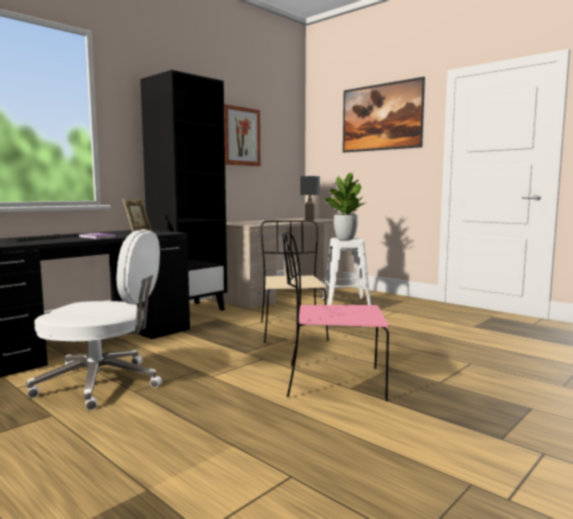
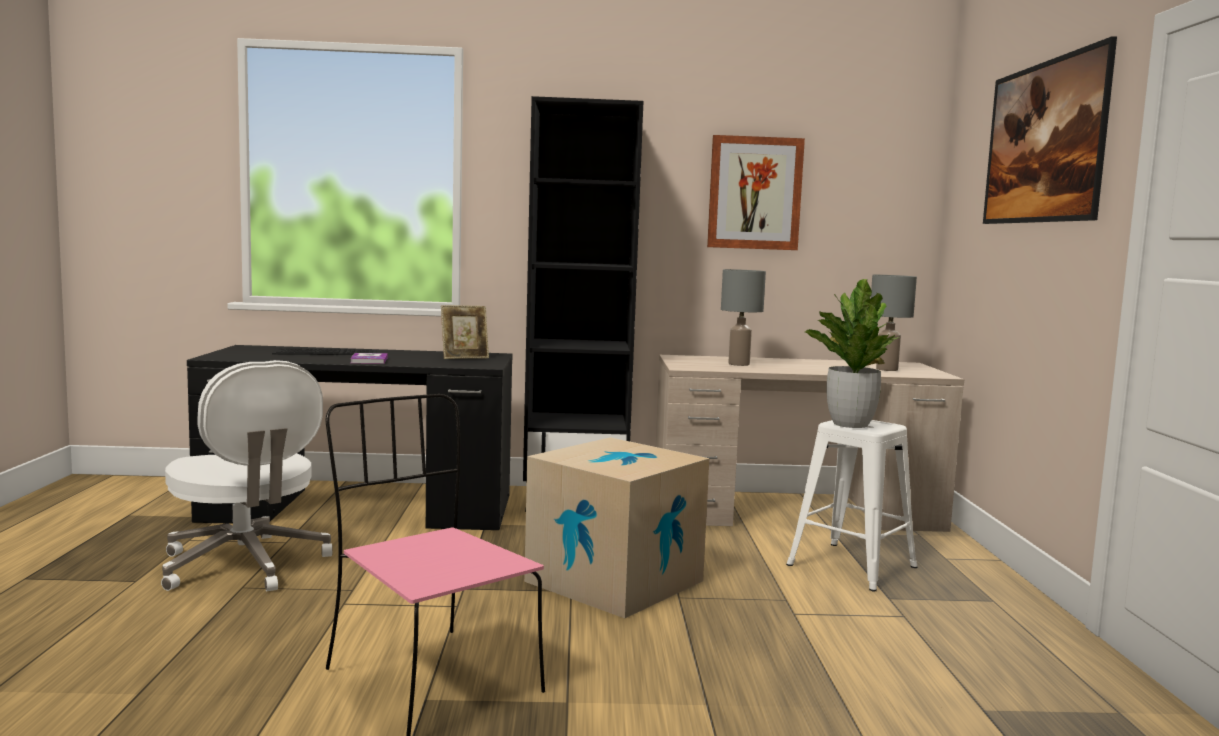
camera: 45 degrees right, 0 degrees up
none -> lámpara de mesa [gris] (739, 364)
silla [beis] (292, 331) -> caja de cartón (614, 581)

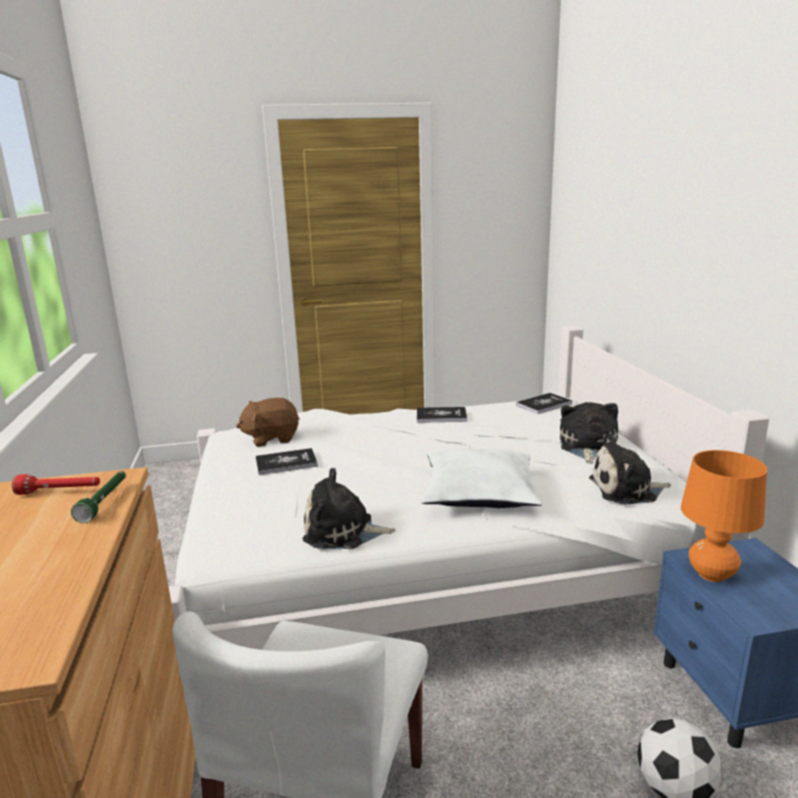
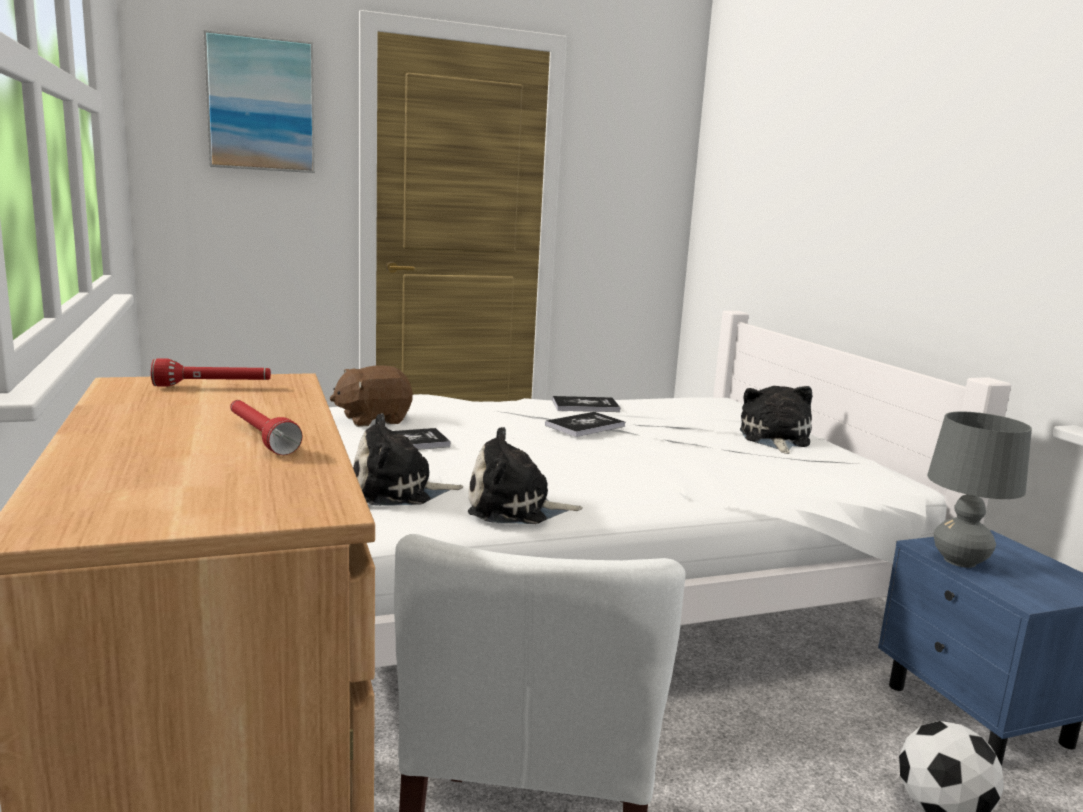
camera: 10 degrees left, 5 degrees down
linterna [verde] (105, 502) -> none
cojín [blanco] (479, 493) -> none
none -> cuadro (261, 104)
none -> linterna [rojo] (260, 437)
libro (544, 404) -> libro (585, 426), moved
peluche (627, 490) -> peluche (398, 491), moved
lámpara de mesa [naranja] (711, 574) -> lámpara de mesa [gris] (960, 561)

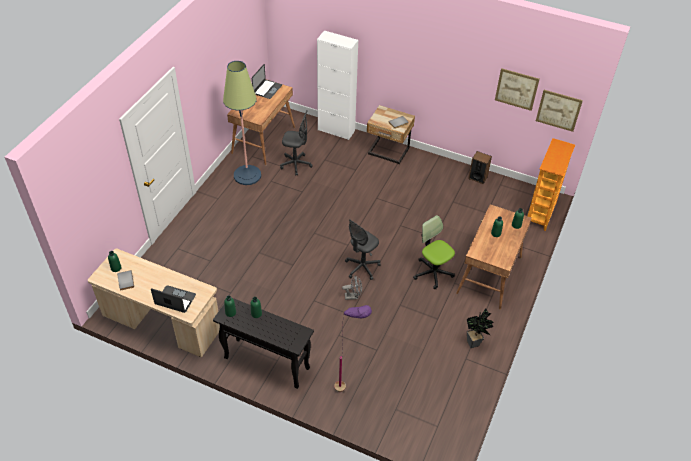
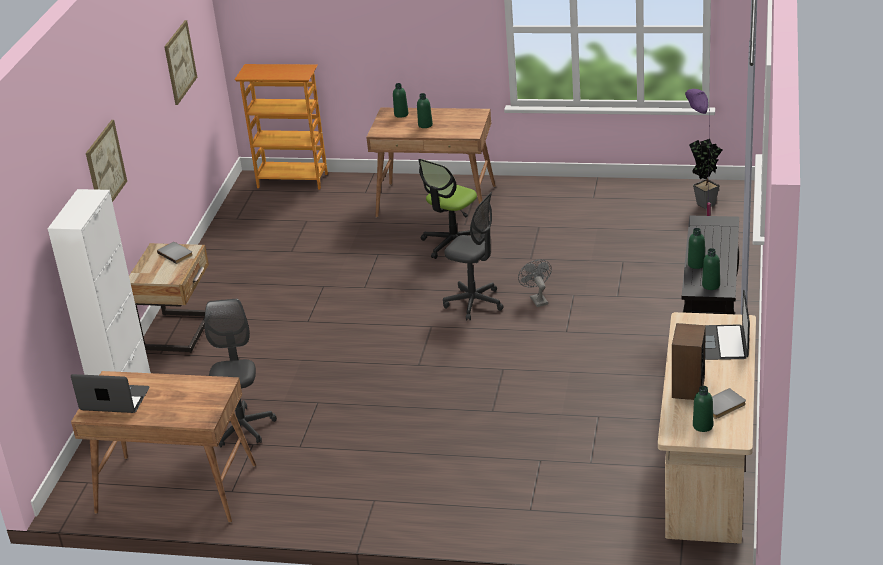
camera: 100 degrees left, 15 degrees down
lámpara de pie (247, 175) -> none
planta en maceta (475, 343) -> planta en maceta (705, 202), moved
altavoz (478, 177) -> altavoz (688, 388), moved
cuadro (558, 110) -> cuadro (105, 167), moved

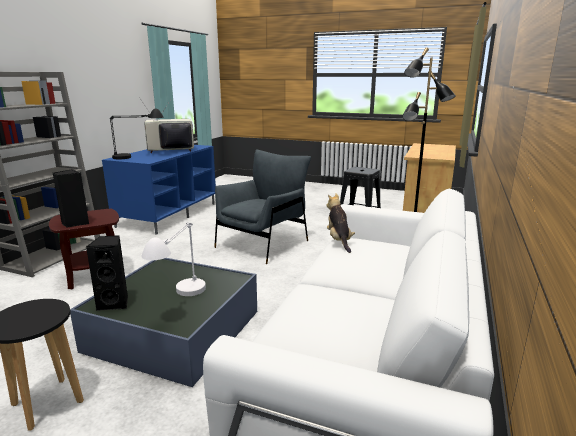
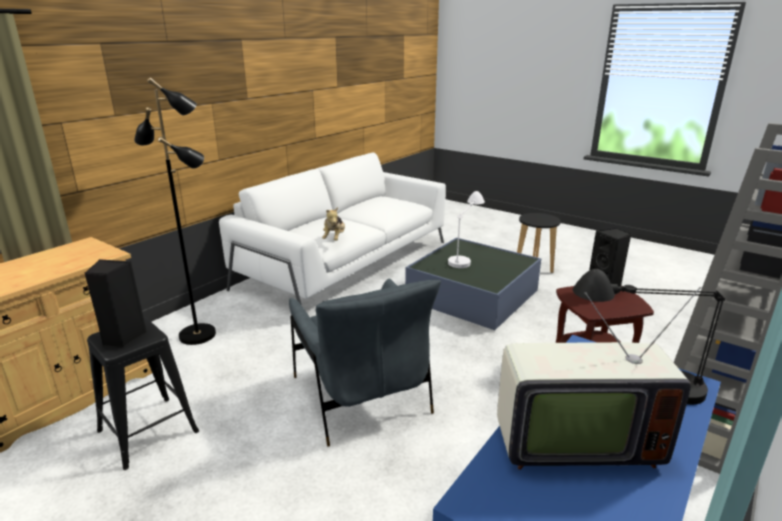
camera: 165 degrees left, 5 degrees up
altavoz [negro] (115, 303) -> altavoz [negro] (122, 338), moved
sillón [gris] (263, 244) -> sillón [gris] (361, 396), 75 degrees counterclockwise

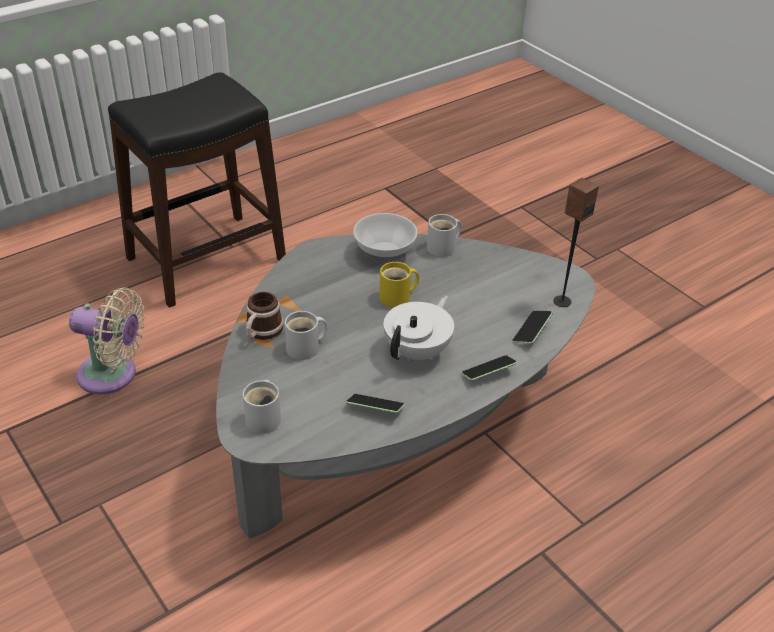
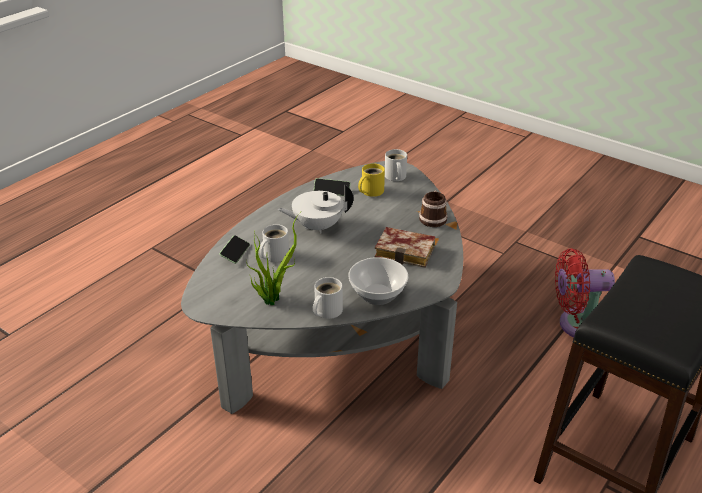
camera: 165 degrees right, 5 degrees down
móvil (488, 373) -> none
altavoz (562, 301) -> none
none -> planta en maceta (271, 298)
none -> libro (407, 251)
taza grande [blanco] (306, 348) -> taza grande [blanco] (274, 255), moved
taza grande [amarillo] (398, 297) -> taza grande [amarillo] (370, 191), moved
ventilador [beis] (113, 375) -> ventilador [rojo] (577, 324)
tetera [blanco] (418, 351) -> tetera [blanco] (317, 226), 60 degrees clockwise

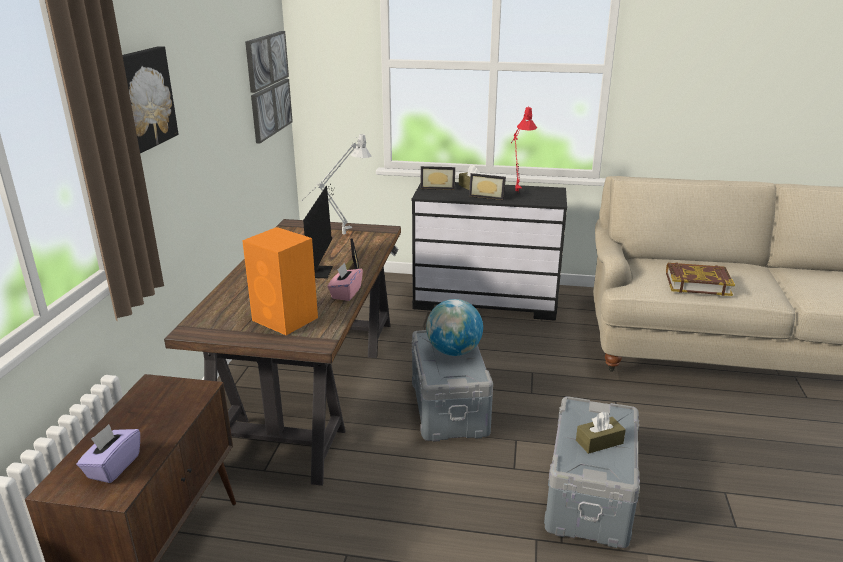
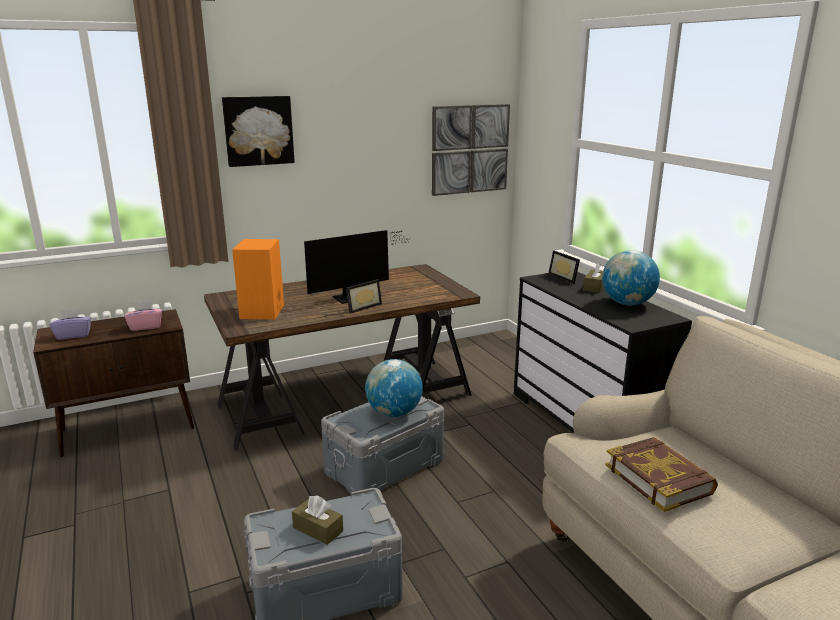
camera: 55 degrees right, 5 degrees down
lámpara de mesa [gris] (339, 236) -> none
portarretratos (487, 196) -> none
caja de pañuelos [rosa] (345, 293) -> caja de pañuelos [rosa] (146, 326), moved
lámpara de mesa [rojo] (515, 190) -> globo terráqueo (627, 303)

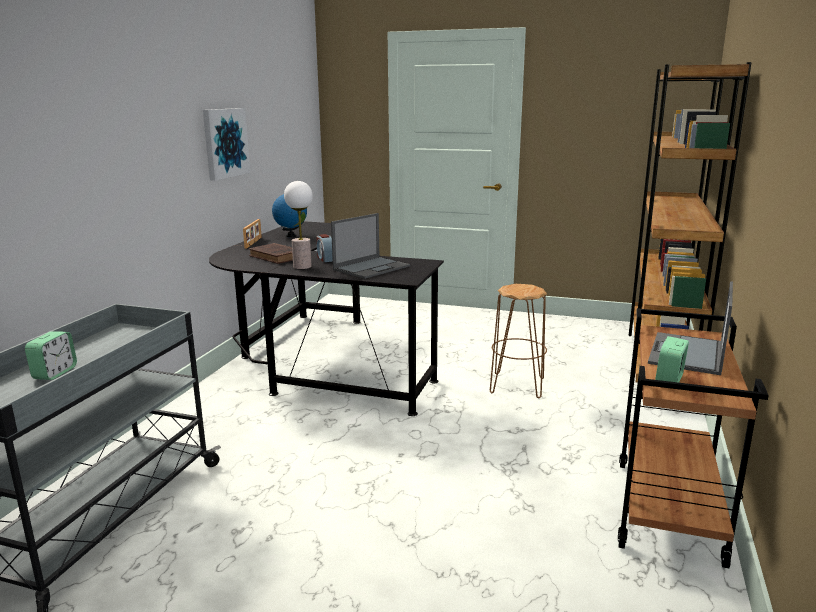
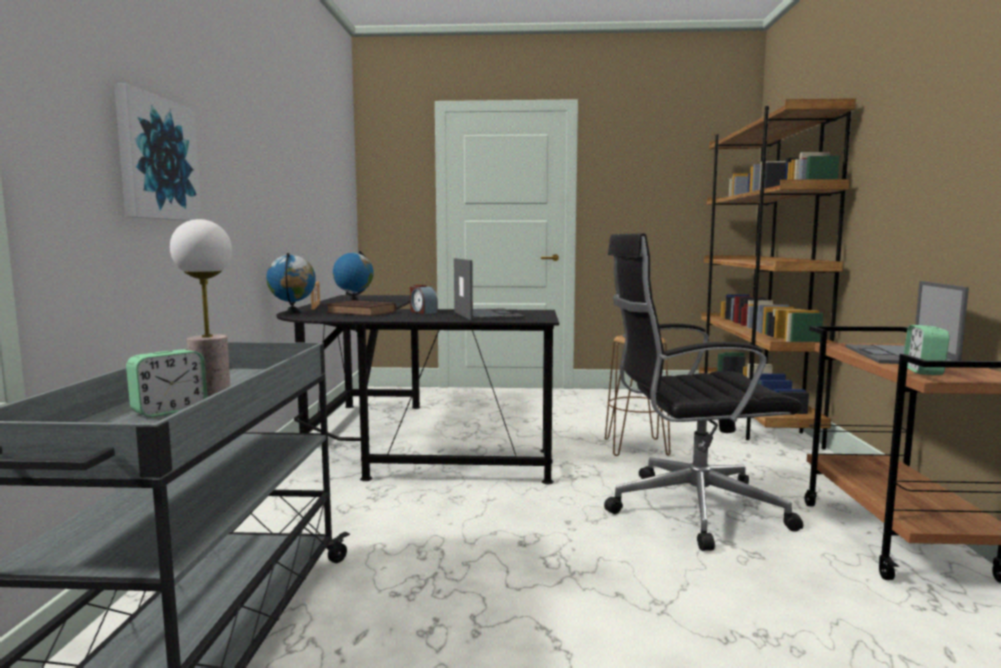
camera: 15 degrees left, 10 degrees down
none -> globo terráqueo (293, 313)
none -> silla de oficina [negro] (690, 509)
cuadro (225, 143) -> cuadro (157, 159), moved
lámpara de mesa (302, 267) -> lámpara de mesa (211, 392), moved
despertador (55, 373) -> despertador (169, 410), 45 degrees clockwise
portátil (372, 268) -> portátil (487, 315), 45 degrees counterclockwise

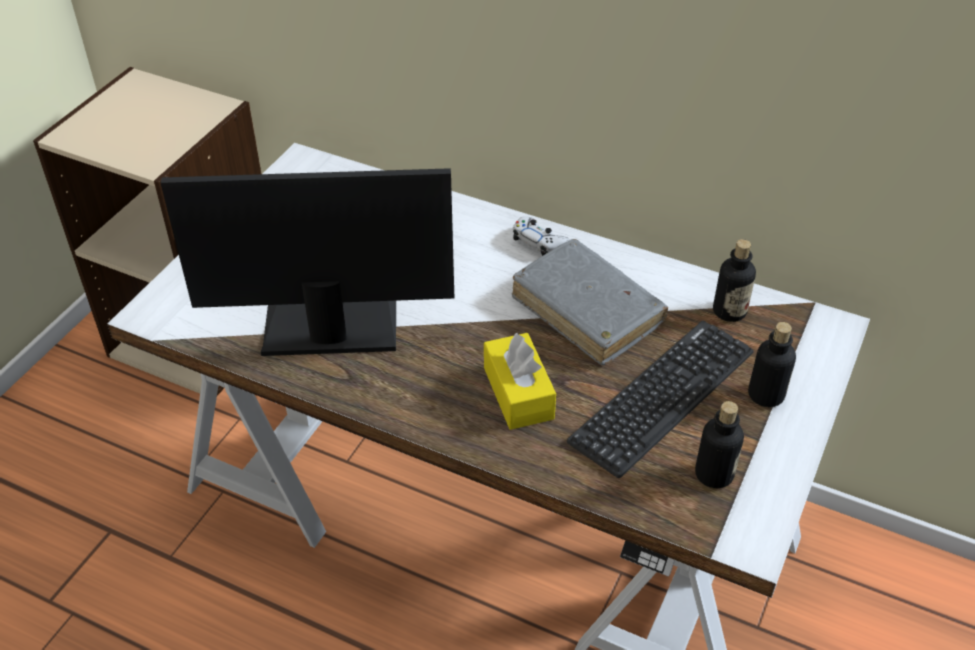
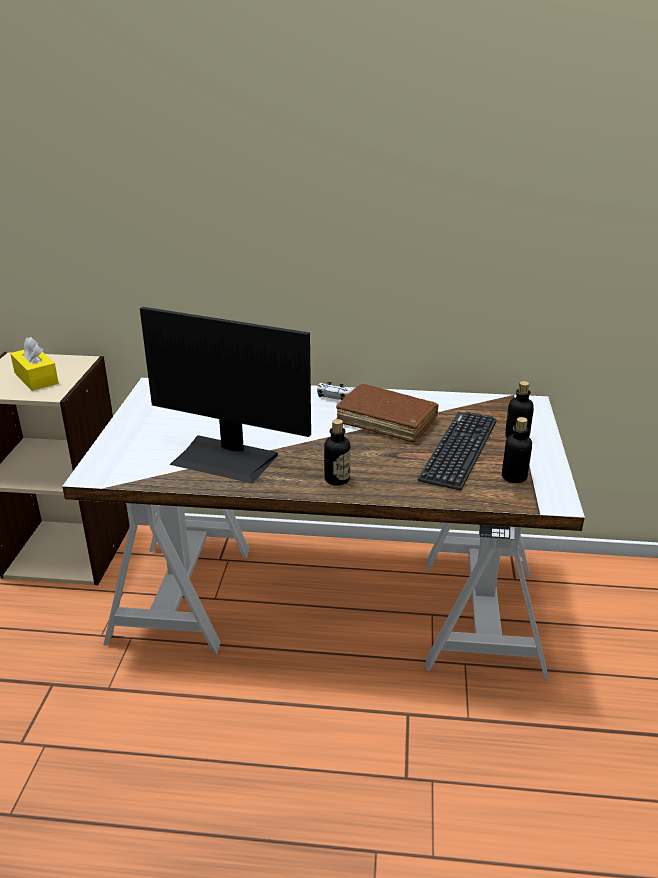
camera: 20 degrees left, 15 degrees down
caja de pañuelos [amarillo] (518, 393) -> caja de pañuelos [amarillo] (36, 378), moved
botella (729, 311) -> botella (337, 479), moved
libro [gris] (587, 311) -> libro [marrón] (386, 421)
monitor (329, 328) -> monitor (226, 458), 135 degrees counterclockwise

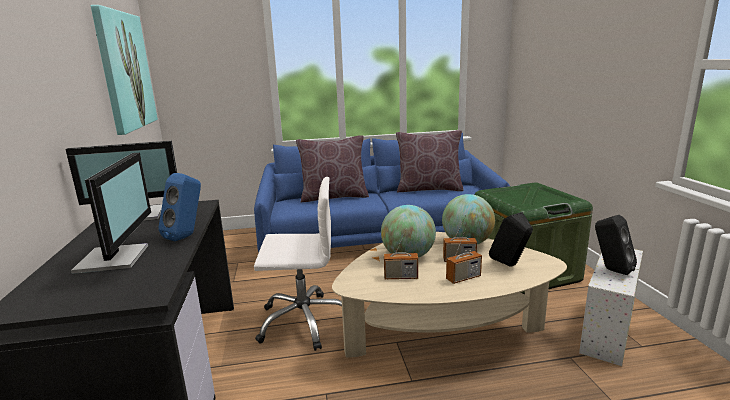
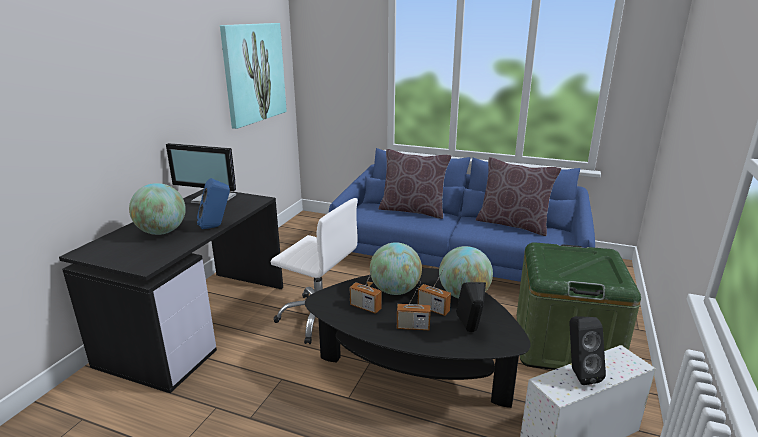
camera: 30 degrees right, 5 degrees up
monitor (116, 258) -> globo terráqueo (162, 232)
mesa de centro [beis] (442, 333) -> mesa de centro [negro] (414, 371)

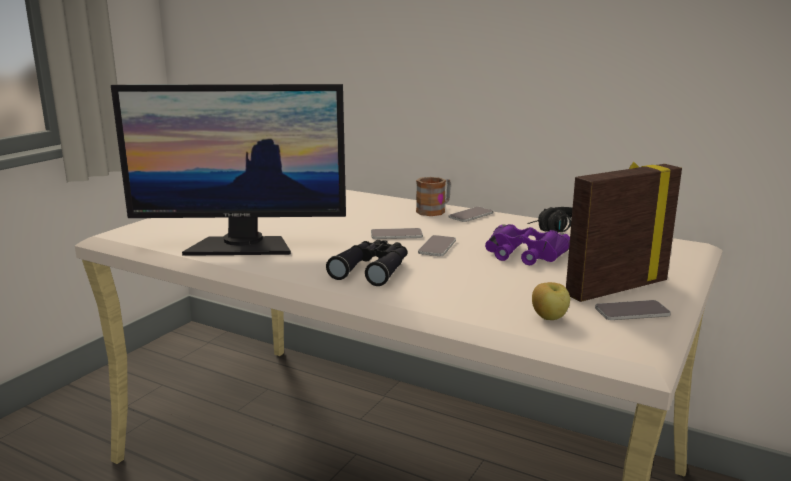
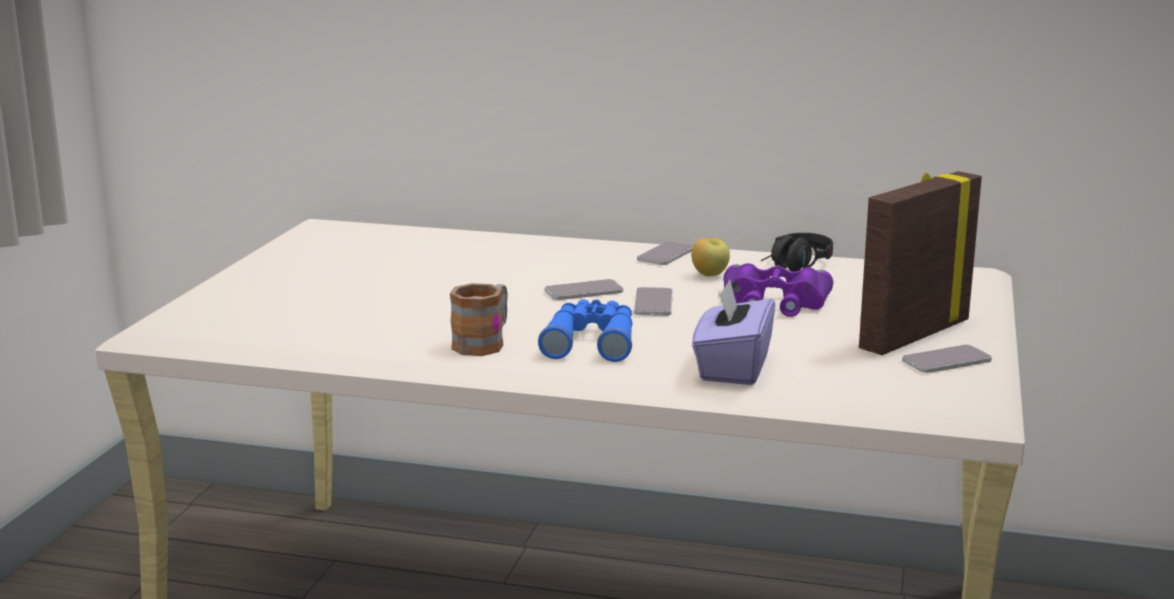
camera: 15 degrees left, 0 degrees up
monitor (241, 245) -> none
none -> caja de pañuelos [morado] (732, 368)
taza grande (435, 210) -> taza grande (484, 343), moved
manzana (549, 318) -> manzana (710, 275), moved
prismáticos [negro] (373, 269) -> prismáticos [azul] (591, 341)

